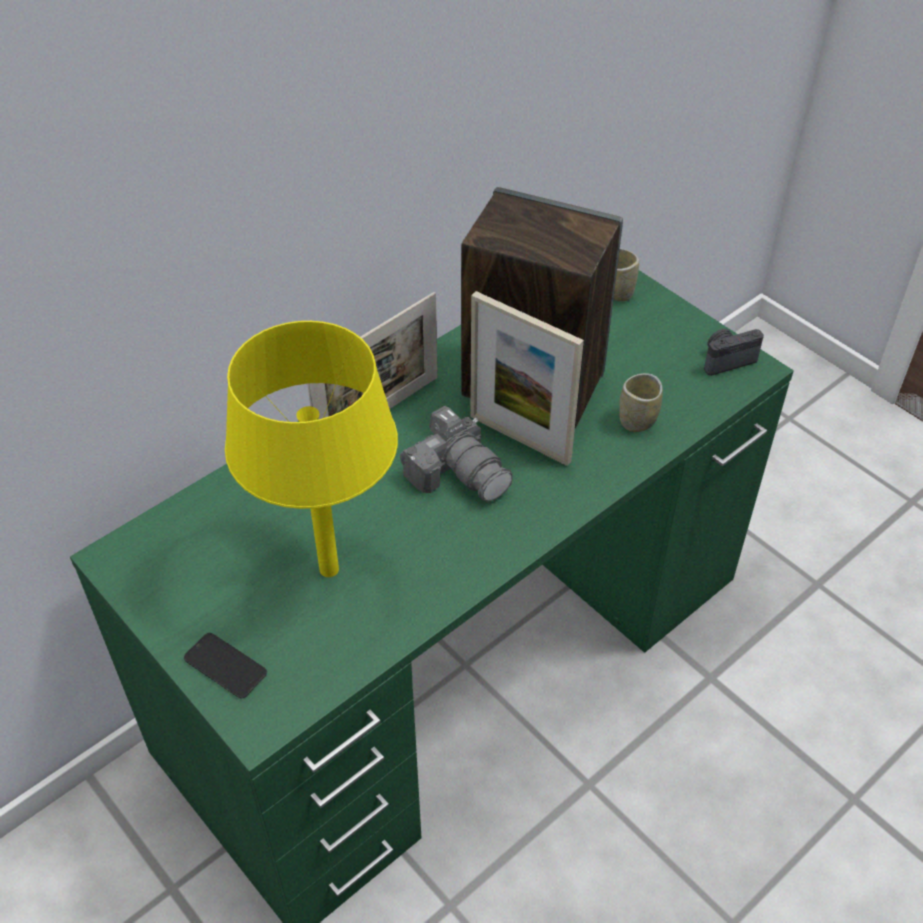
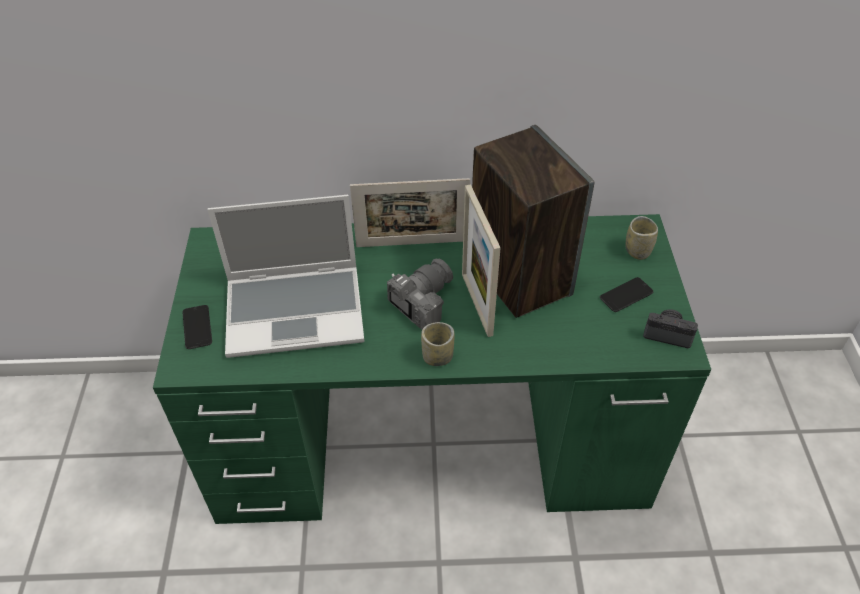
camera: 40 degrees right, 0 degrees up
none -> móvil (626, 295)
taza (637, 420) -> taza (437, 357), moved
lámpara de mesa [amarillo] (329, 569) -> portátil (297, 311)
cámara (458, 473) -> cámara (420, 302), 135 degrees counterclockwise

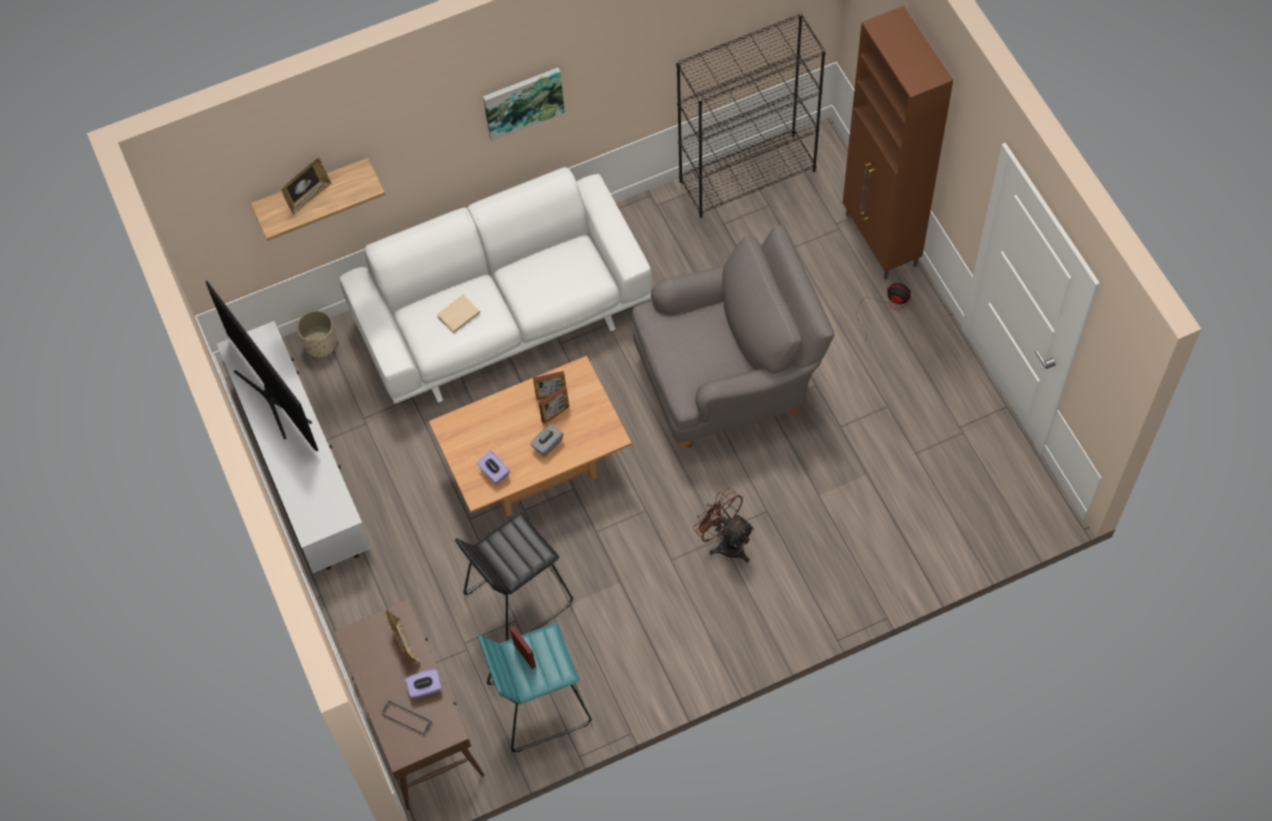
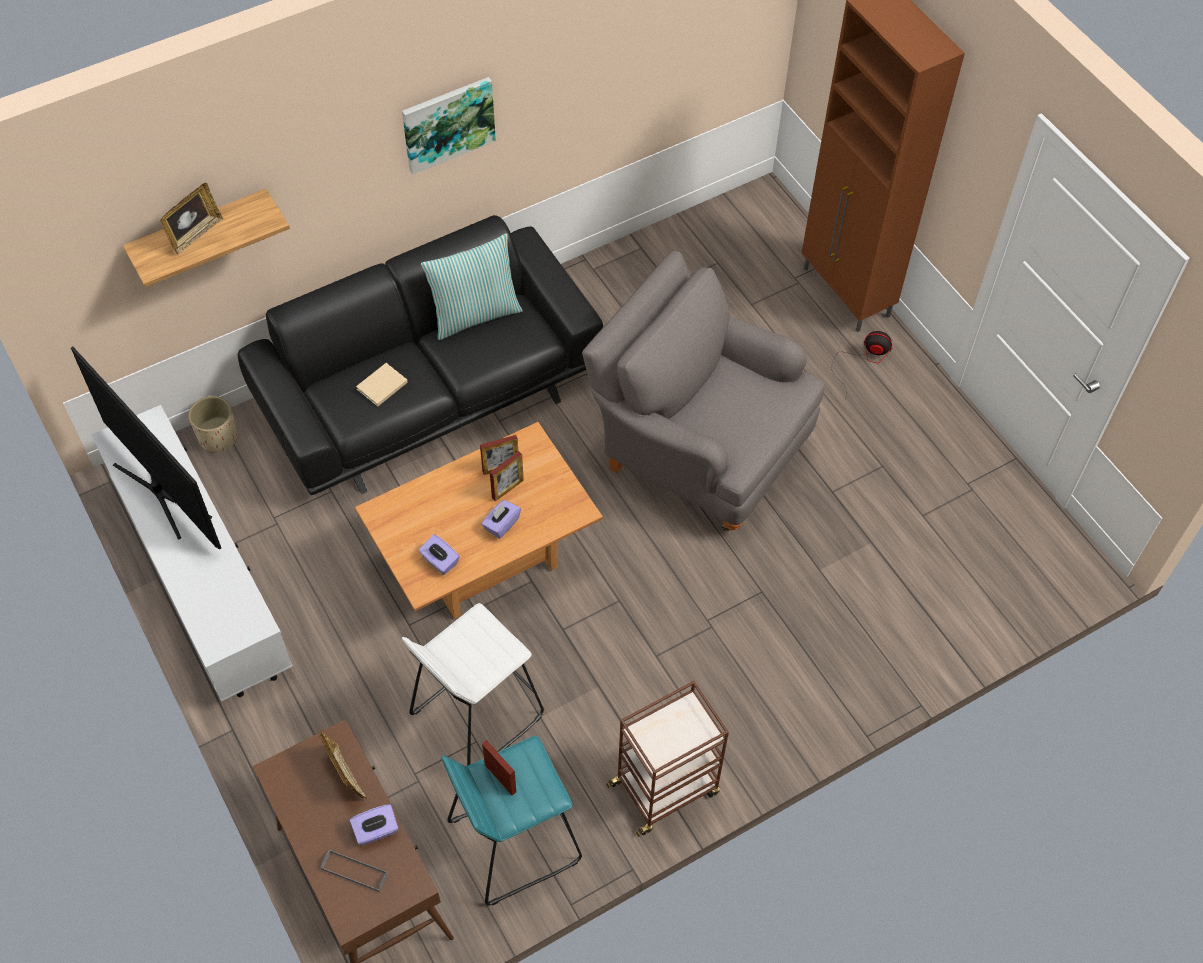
camera: 10 degrees left, 5 degrees down
estantería [negro] (748, 175) -> none
ventilador [marrón] (726, 542) -> none
none -> cojín (474, 314)
none -> carrito [marrón] (665, 787)
sofá [blanco] (503, 314) -> sofá [negro] (430, 393)
taburete [negro] (517, 599) -> taburete [blanco] (475, 715)
caja de pañuelos [gris] (547, 444) -> caja de pañuelos [morado] (501, 525)
sillón [gris] (729, 379) -> sillón [gris] (698, 448), 120 degrees counterclockwise

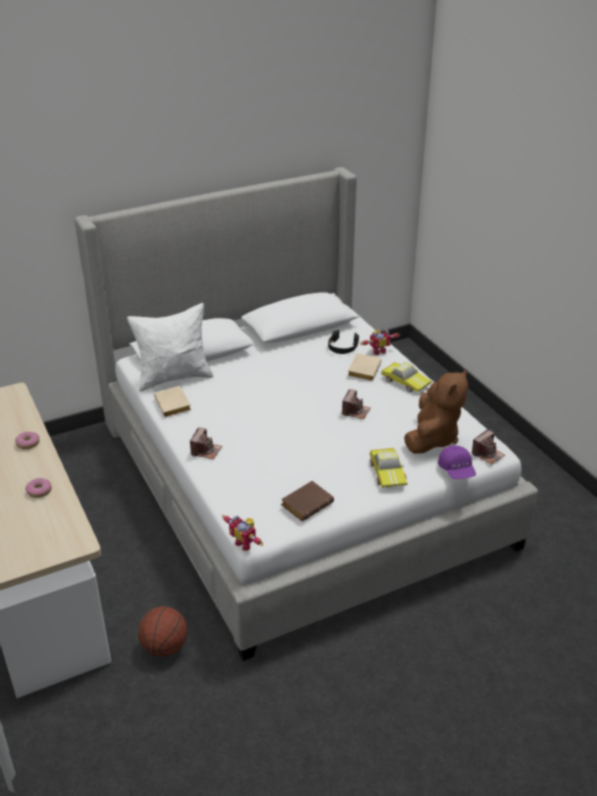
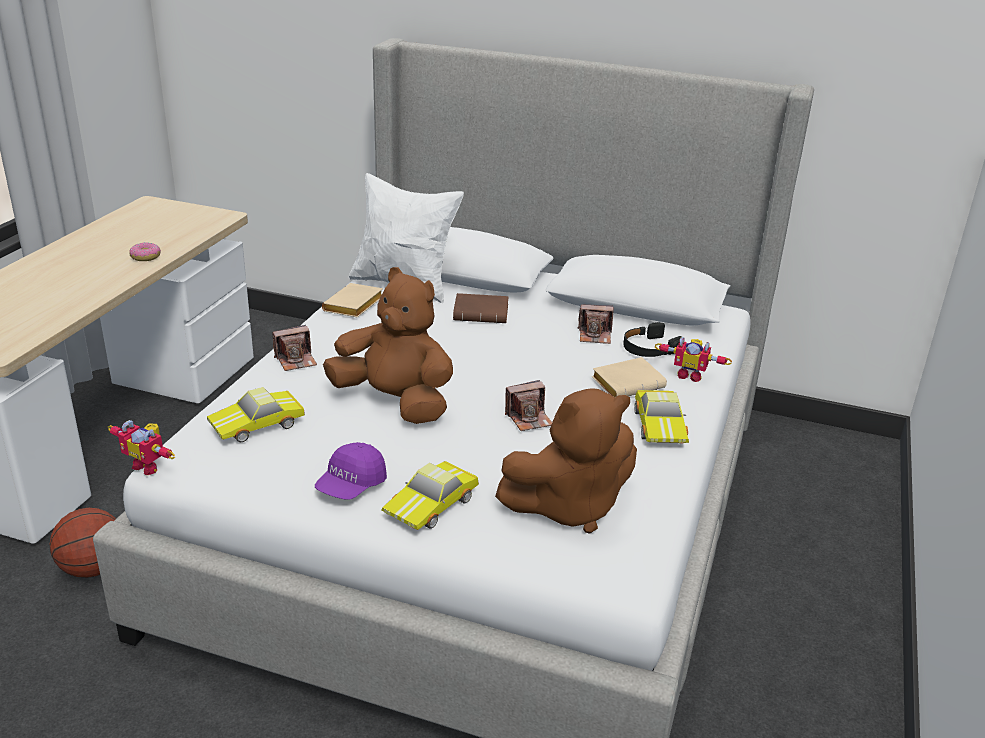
camera: 45 degrees right, 5 degrees down
rosquilla (39, 491) -> none
none -> coche de juguete (258, 425)
none -> peluche [marrón] (395, 402)
libro [marrón] (307, 503) -> libro [marrón] (482, 313), moved
gorra [morado] (456, 470) -> gorra [morado] (351, 486), moved
cámara (487, 454) -> cámara (595, 335), moved
robot de juguete (245, 543) -> robot de juguete (149, 465), 60 degrees counterclockwise

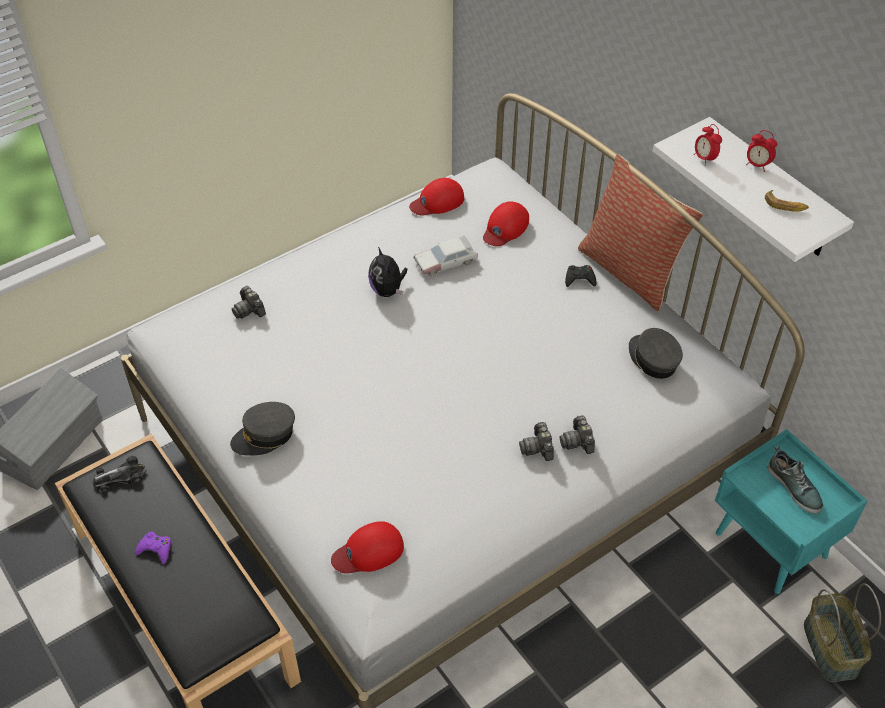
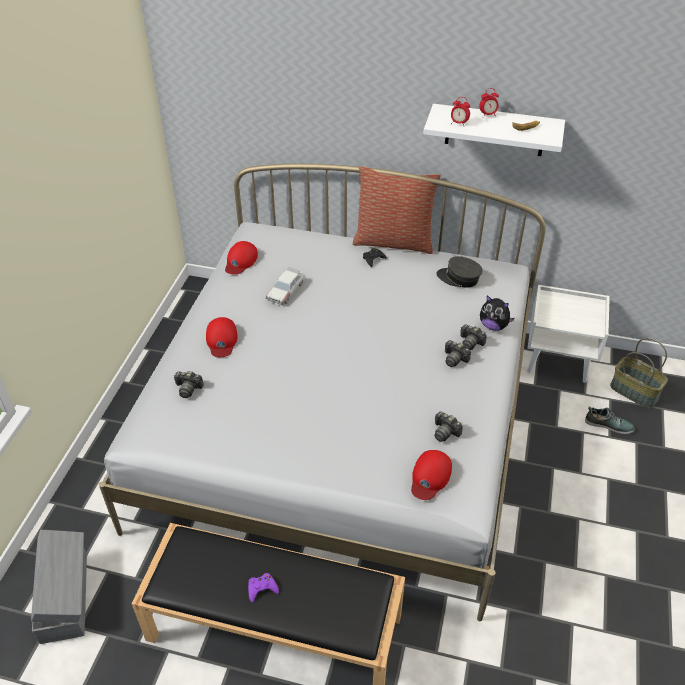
camera: 40 degrees left, 5 degrees down
coche de juguete (120, 477) -> none
gorra [gris] (264, 436) -> none
none -> cámara (445, 432)
peluche (388, 290) -> peluche (493, 326), moved
gorra [rojo] (505, 228) -> gorra [rojo] (221, 340), moved
zapato (794, 487) -> zapato (608, 424), moved
mesita de noche [turquesa] (772, 545) -> mesita de noche [blanco] (558, 360)

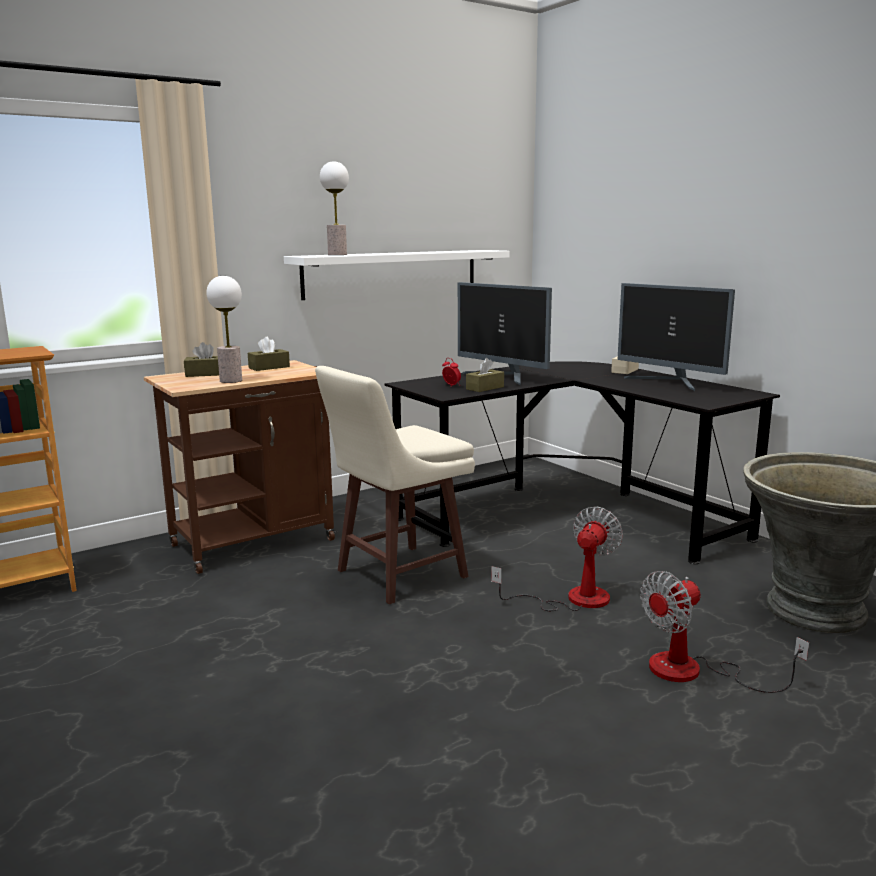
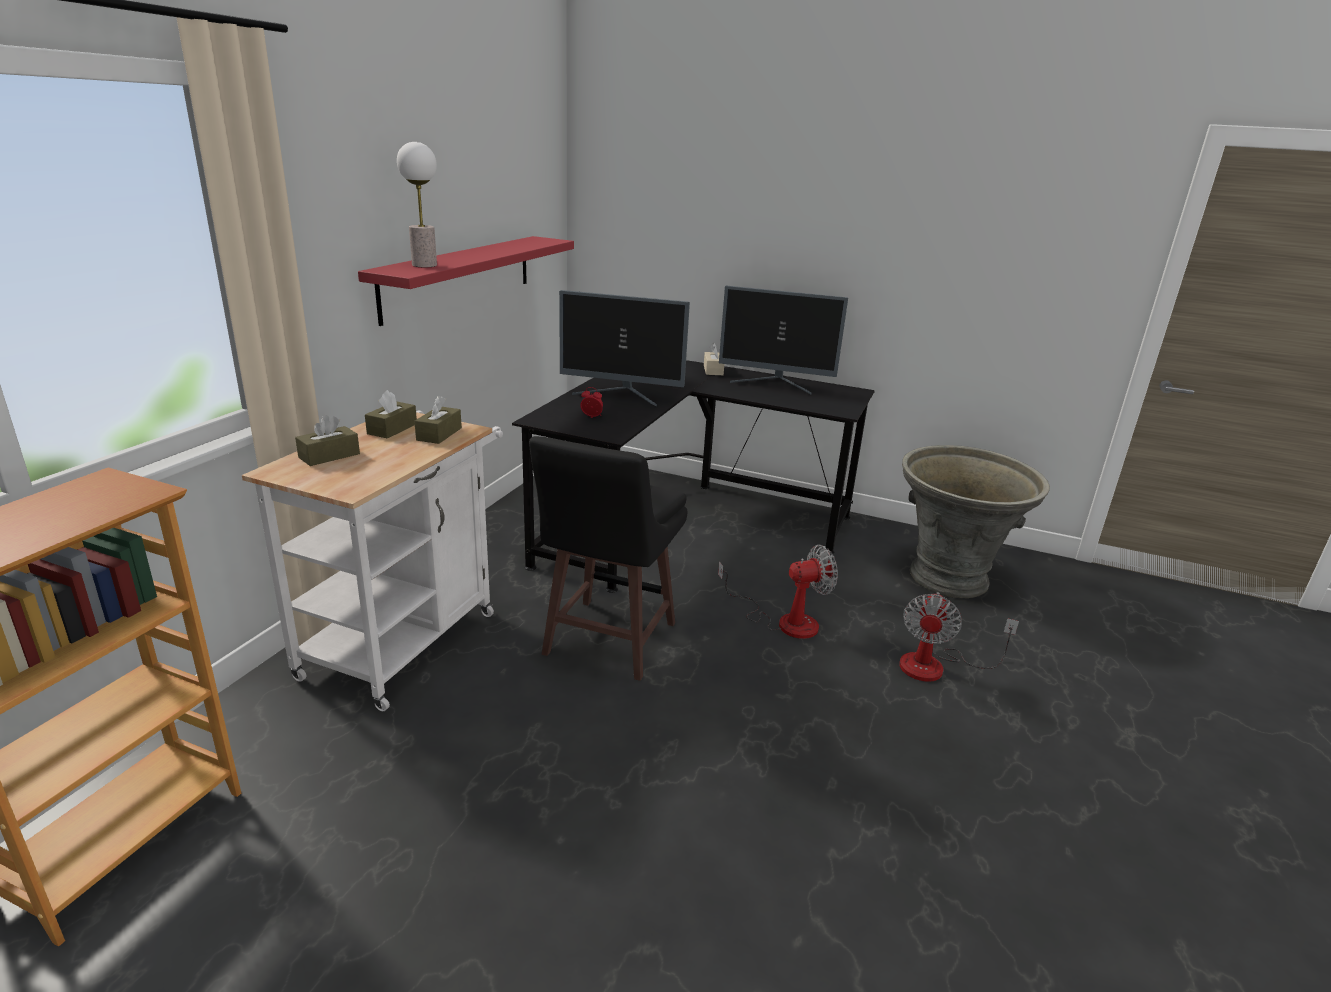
camera: 35 degrees left, 10 degrees up
lámpara de mesa (231, 381) -> none
caja de pañuelos [marrón] (485, 388) -> caja de pañuelos [marrón] (439, 434), moved
carrito [marrón] (263, 539) -> carrito [blanco] (407, 637)
estante [blanco] (392, 273) -> estante [rojo] (459, 276)
taburete [beis] (398, 574) -> taburete [negro] (607, 641)
ventilador (573, 599) -> ventilador (784, 621), 75 degrees clockwise

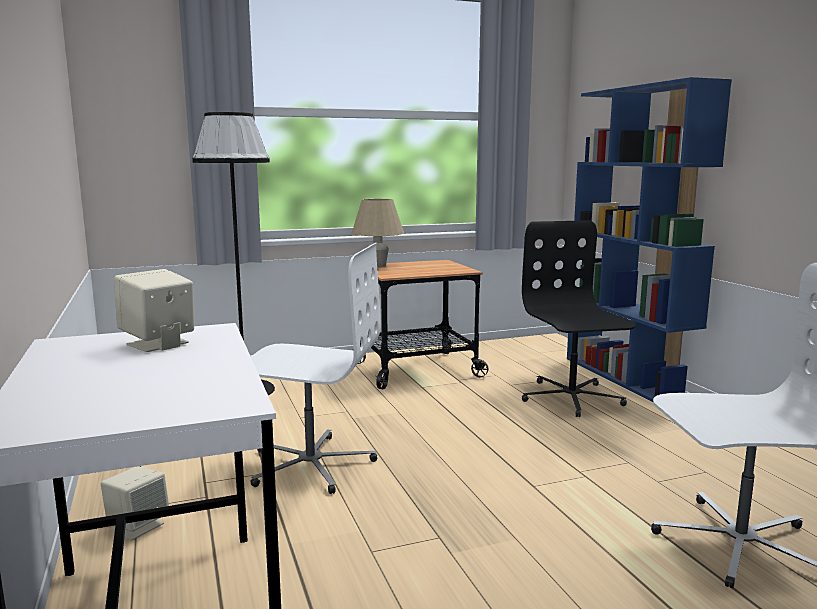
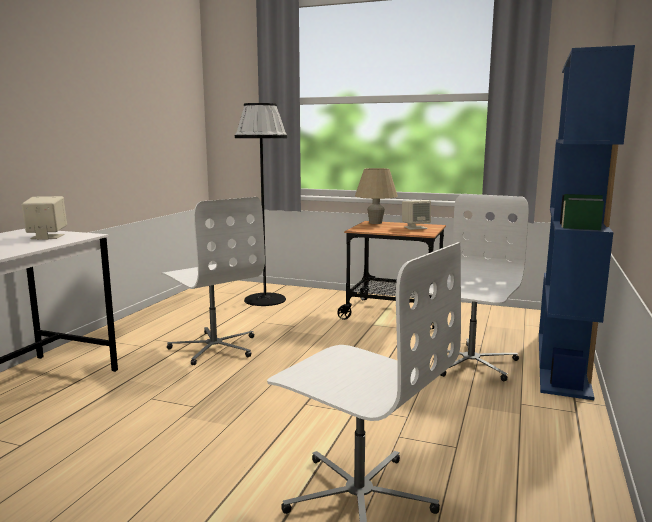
camera: 40 degrees right, 0 degrees up
altavoz [beis] (138, 526) -> altavoz [beis] (415, 227), moved
silla de oficina [negro] (571, 398) -> silla de oficina [blanco] (469, 362)

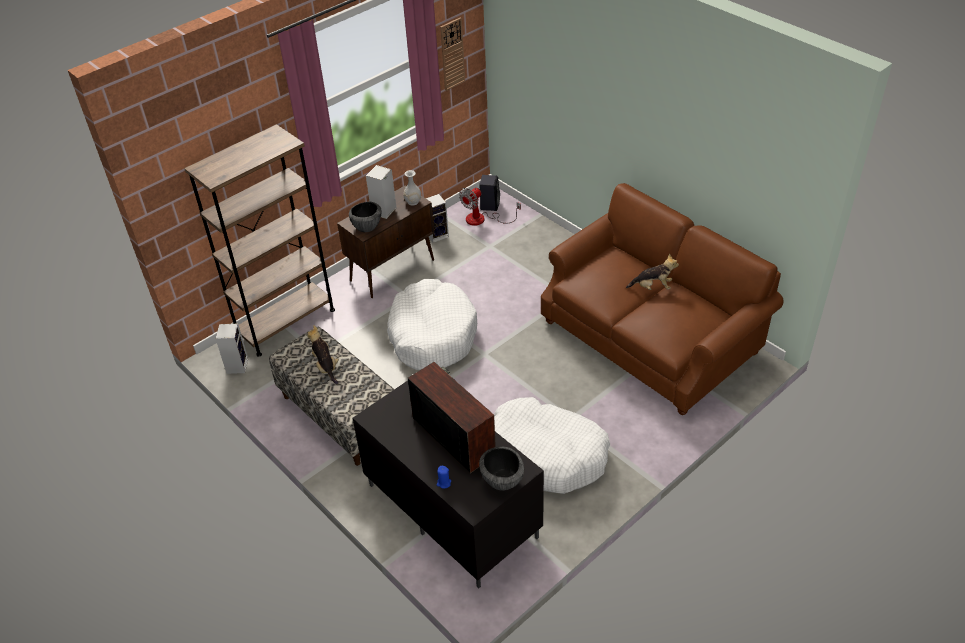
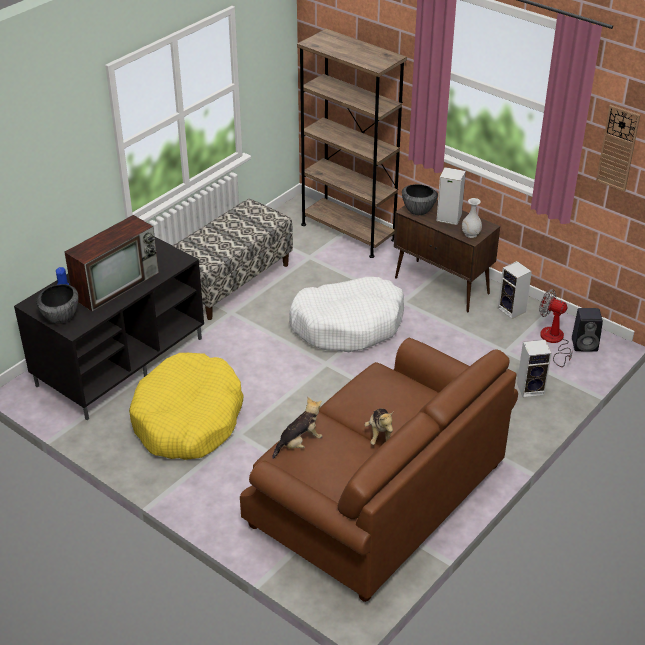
camera: 80 degrees right, 5 degrees down
altavoz (237, 365) -> altavoz (531, 389), moved
peluche (326, 366) -> peluche (299, 443), moved
cama para perro [blanco] (547, 455) -> cama para perro [amarillo] (188, 419)

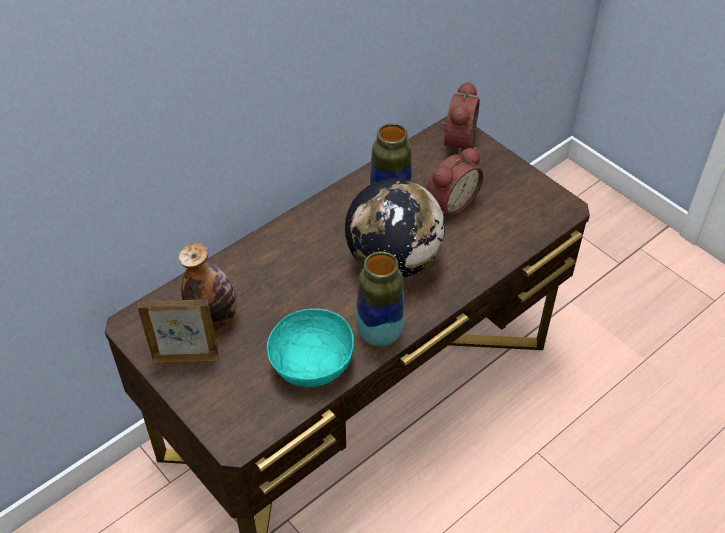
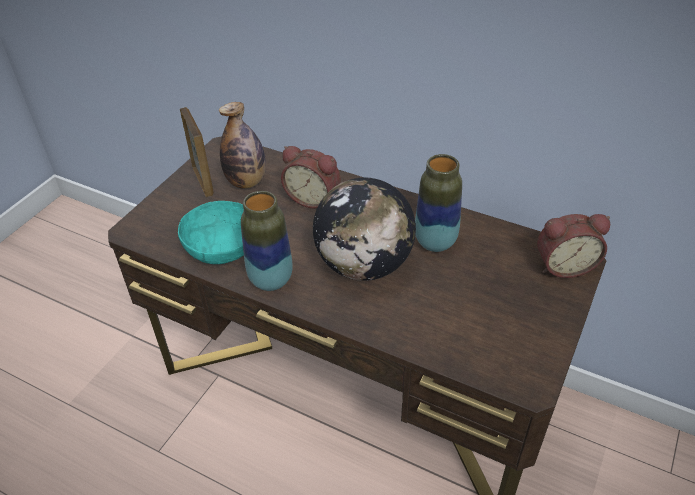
camera: 70 degrees right, 5 degrees down
despertador (450, 203) -> despertador (313, 198), moved

